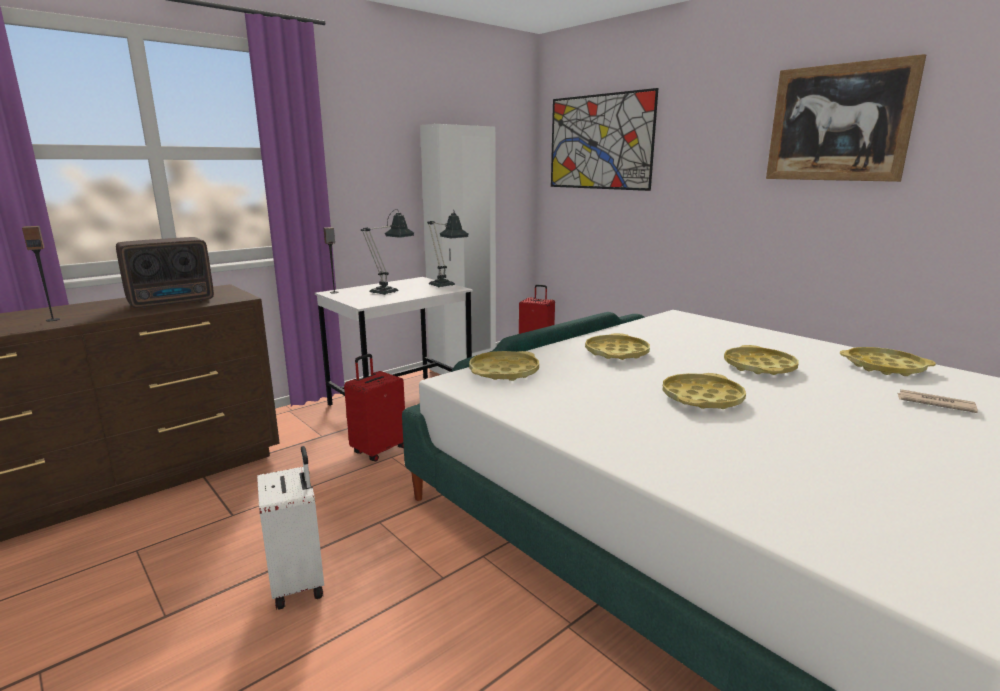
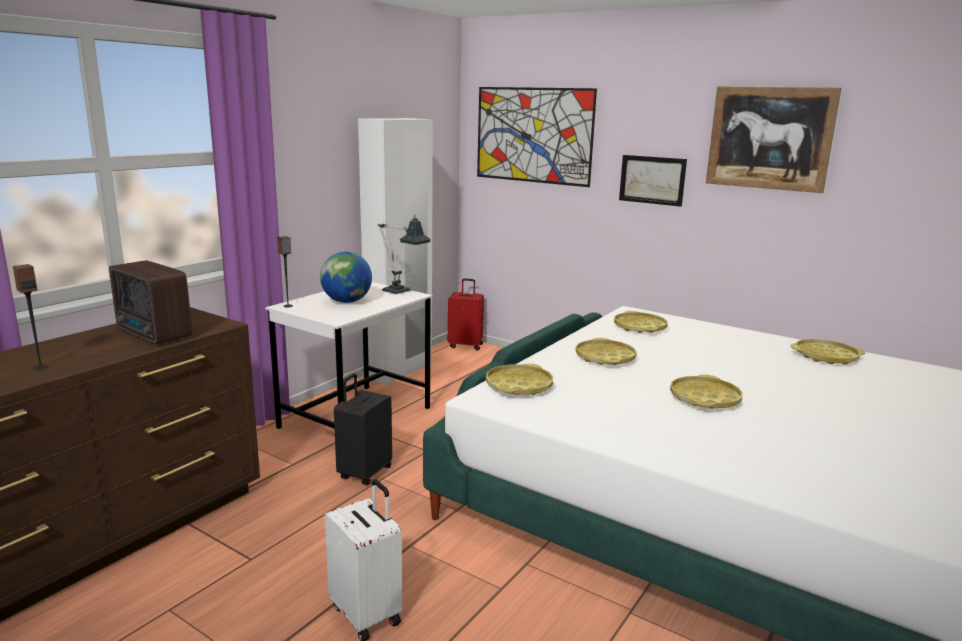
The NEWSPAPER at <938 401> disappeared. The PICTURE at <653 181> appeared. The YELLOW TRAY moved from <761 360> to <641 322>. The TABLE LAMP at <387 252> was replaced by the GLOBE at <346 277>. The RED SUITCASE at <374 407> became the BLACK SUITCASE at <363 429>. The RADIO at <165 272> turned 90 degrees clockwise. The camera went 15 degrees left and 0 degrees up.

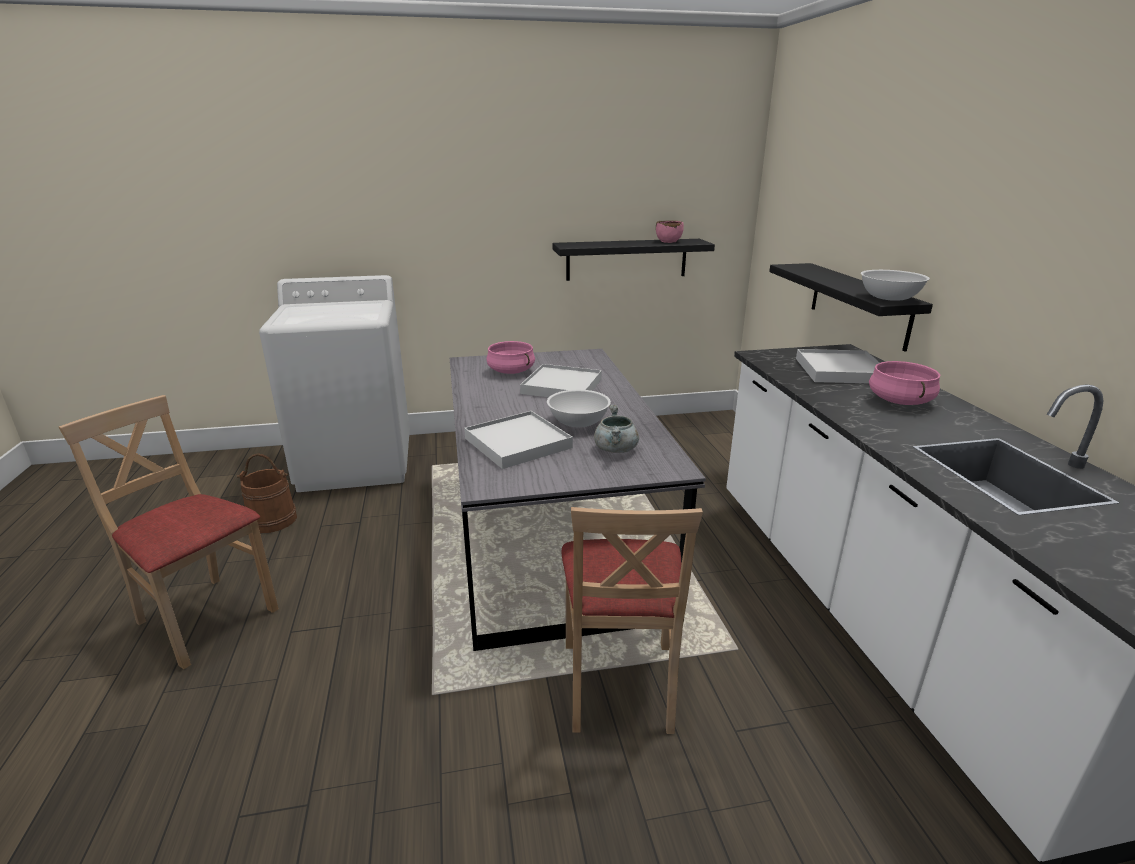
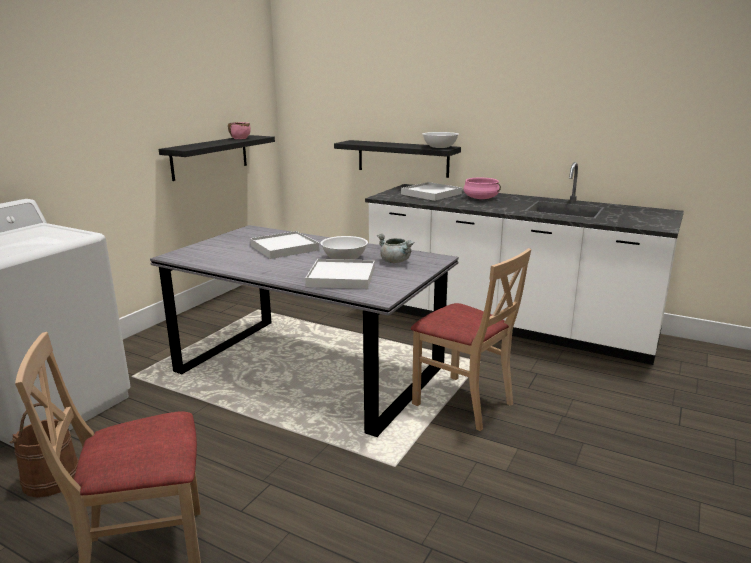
The PINK COOKING POT at <511 357> disappeared. The camera went 50 degrees left and 5 degrees down.

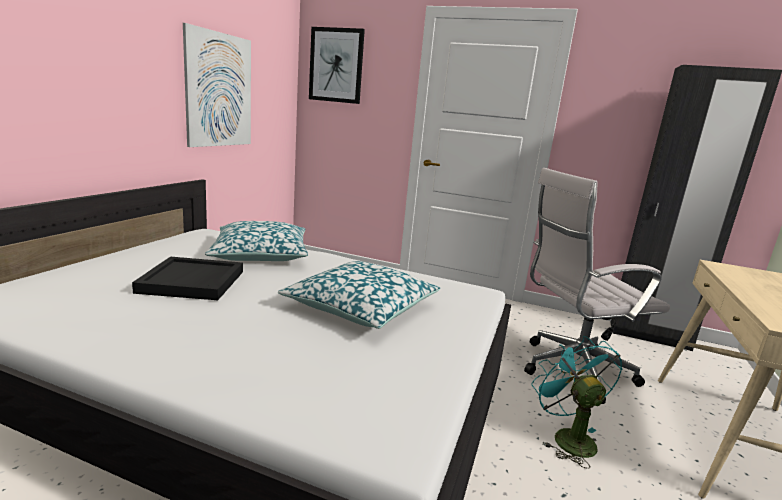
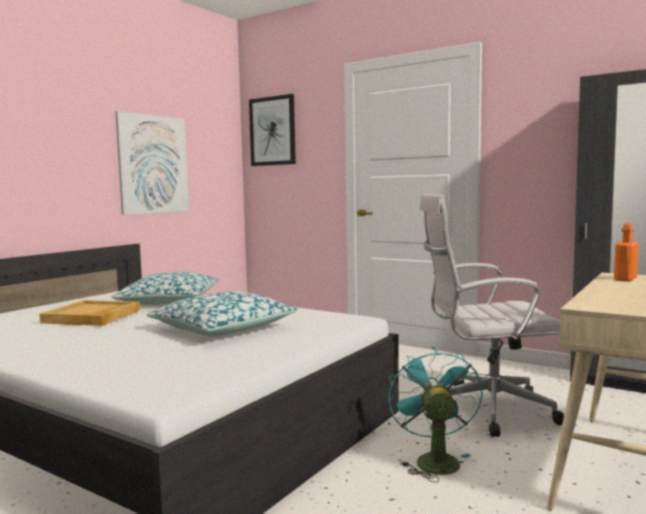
The ORANGE BOTTLE at <626 252> appeared. The BLACK TRAY at <187 278> became the BEIGE TRAY at <90 313>. The camera went 15 degrees right and 10 degrees down.

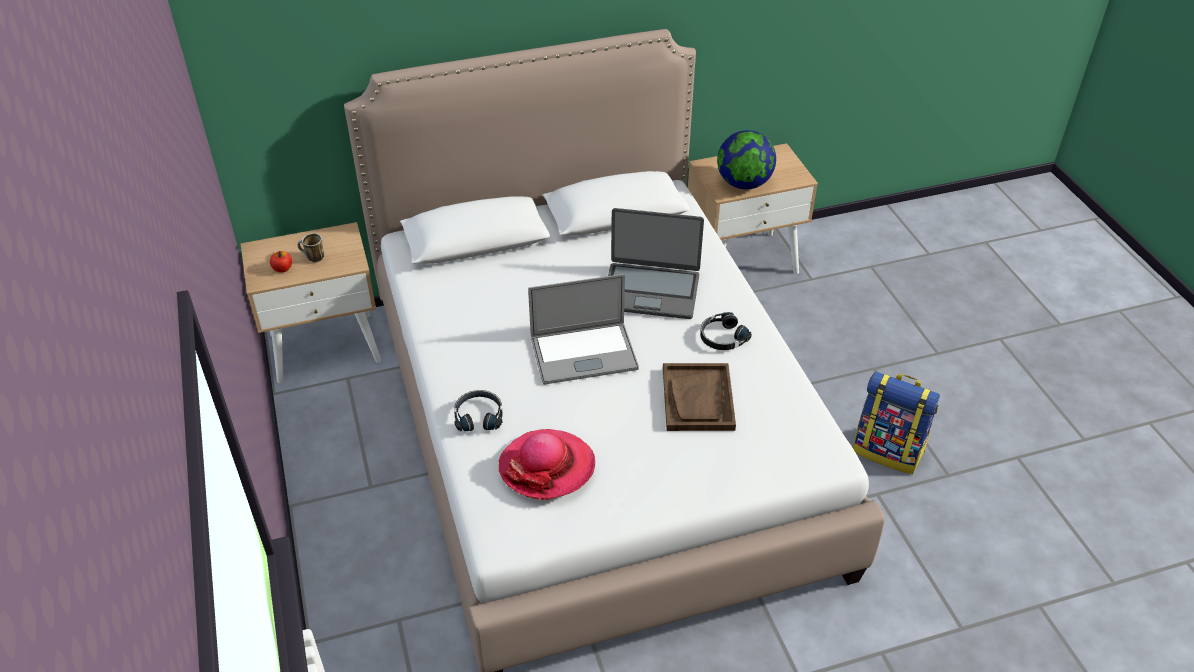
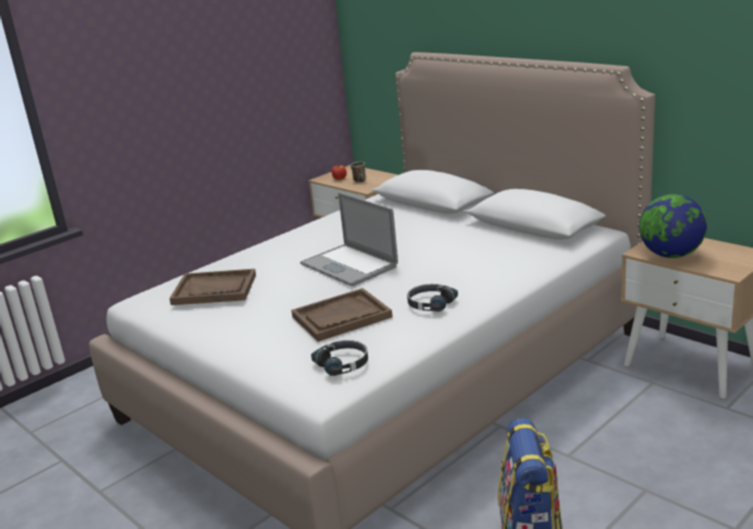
The LAPTOP at <656 263> disappeared. The BLACK HEADPHONES moved from <478 411> to <339 358>. The HAT at <546 465> was replaced by the BROWN TRAY at <212 287>. The camera went 65 degrees right and 20 degrees down.

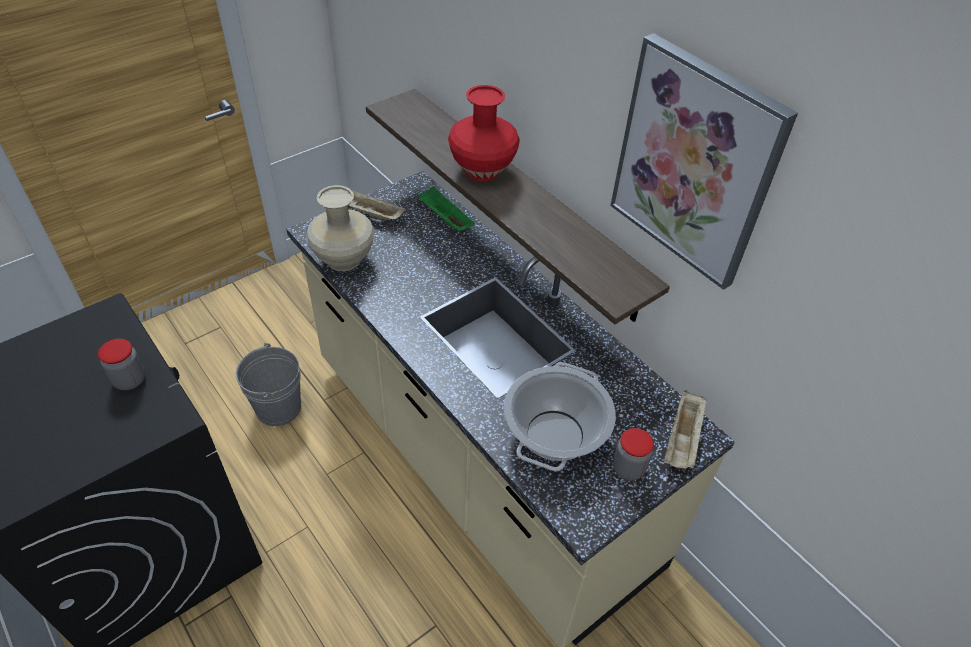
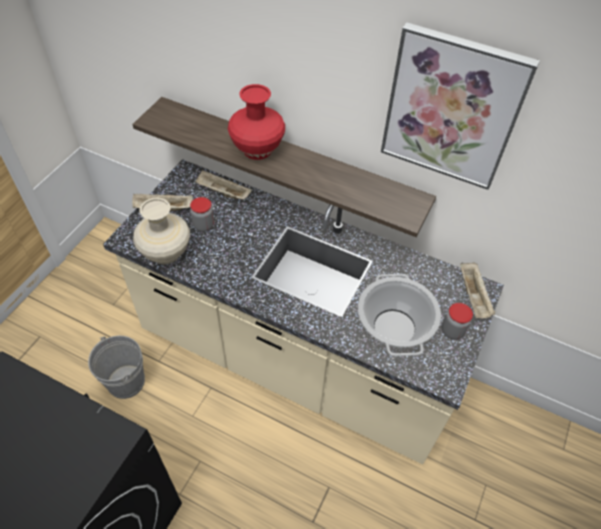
The JAR moved from <121 364> to <202 214>. The GREEN TRAY at <446 208> became the BEIGE TRAY at <223 184>. The camera went 25 degrees left and 5 degrees up.

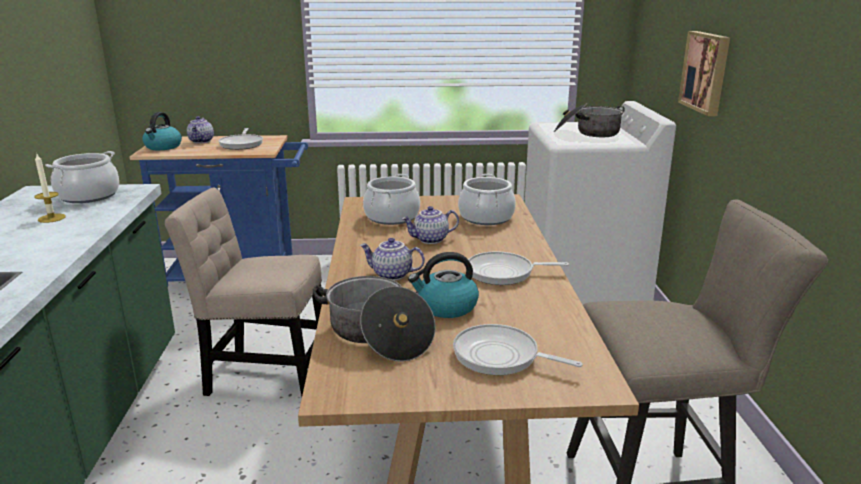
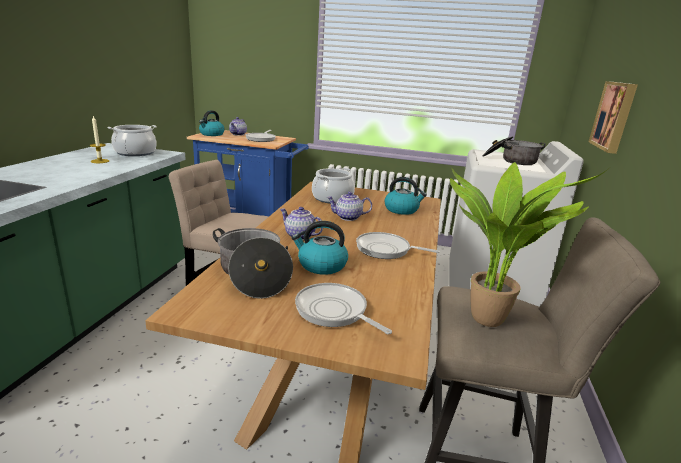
The POTTED PLANT at <529 244> appeared. The COOKING POT at <487 199> was replaced by the KETTLE at <405 196>. The camera went 15 degrees right and 0 degrees up.

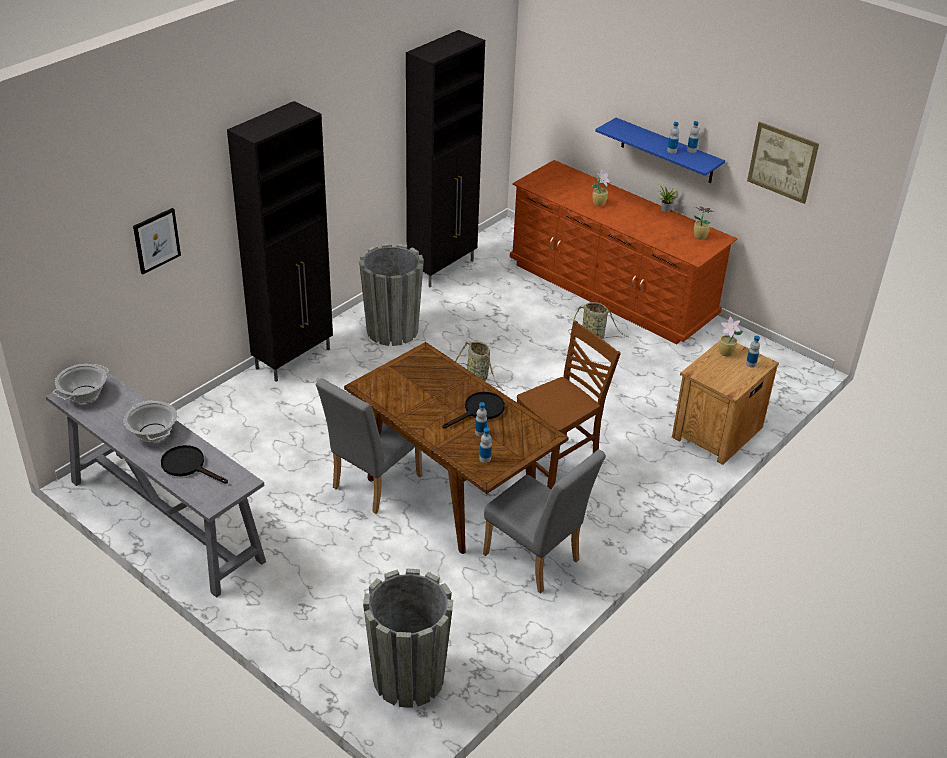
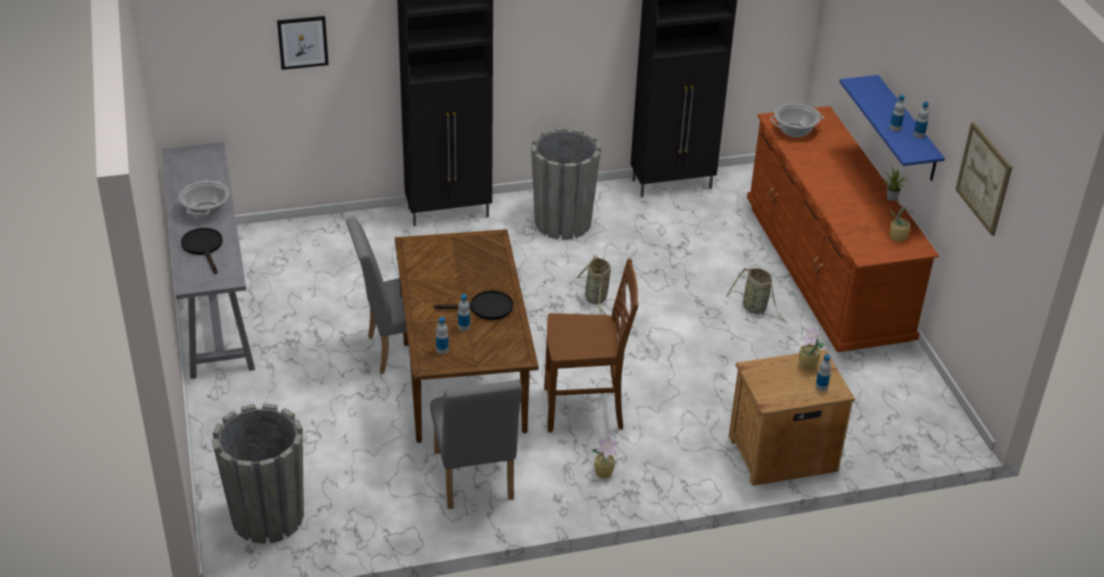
The COOKING POT moved from <81 383> to <797 120>. The POTTED PLANT moved from <601 187> to <606 456>. The camera went 35 degrees right and 0 degrees up.

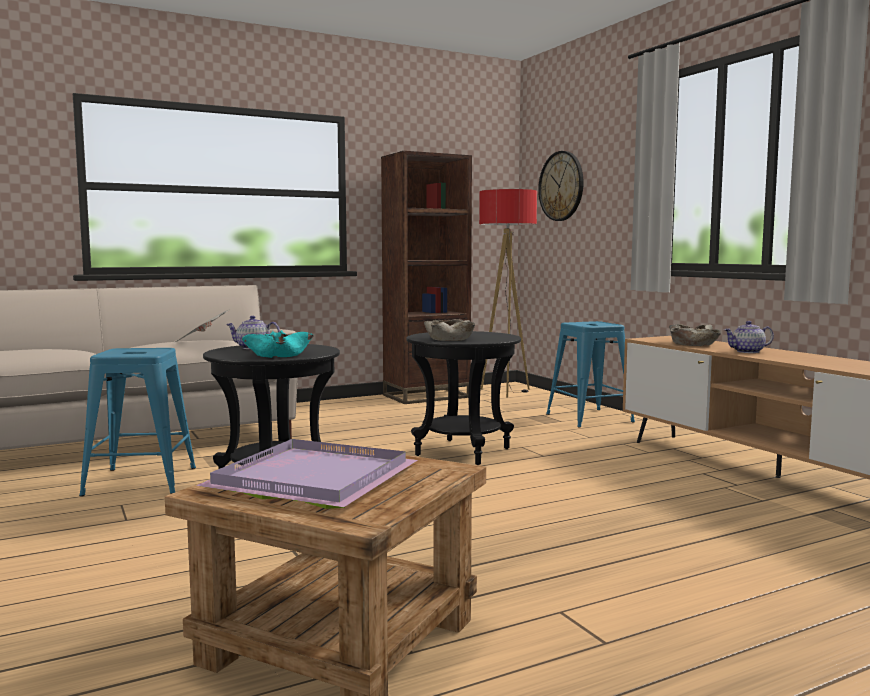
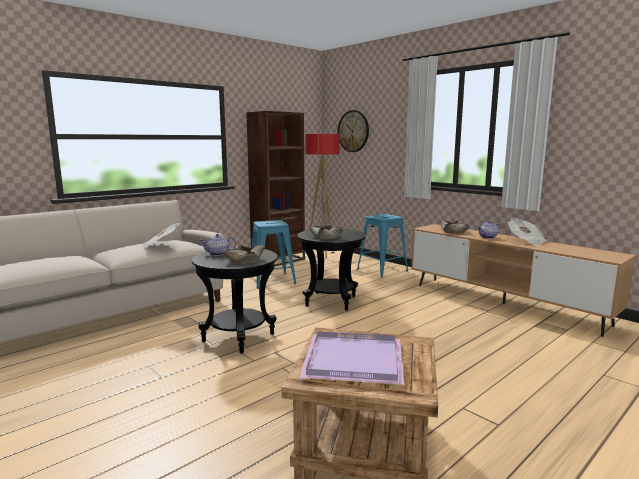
The NEWSPAPER at <527 232> appeared. The BLUE STOOL moved from <137 422> to <274 254>. The TURQUOISE BOWL at <277 344> became the BEIGE BOWL at <243 254>. The camera went 15 degrees left and 5 degrees up.

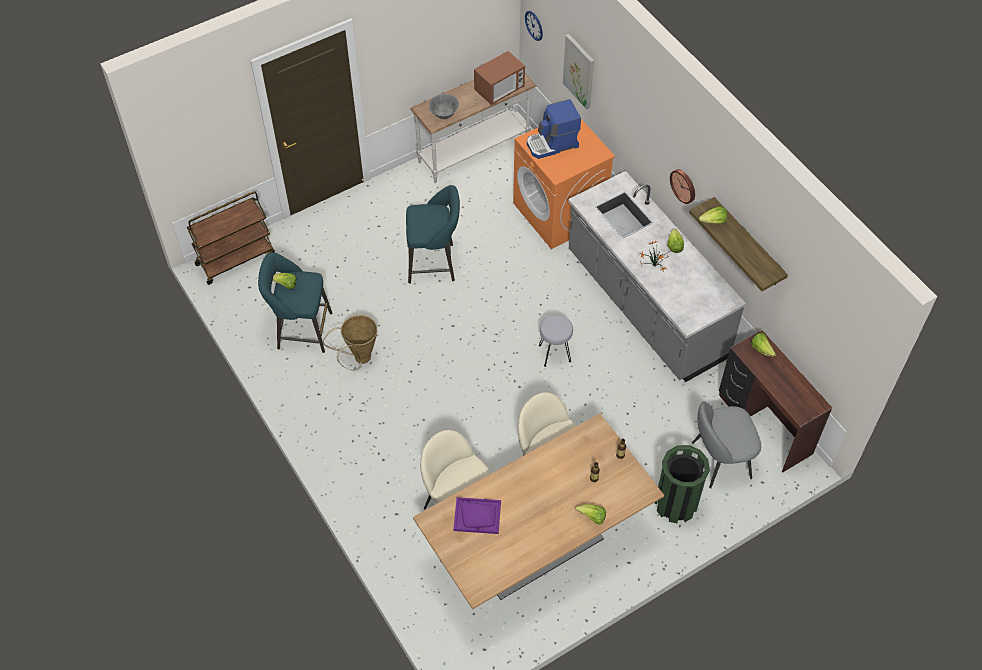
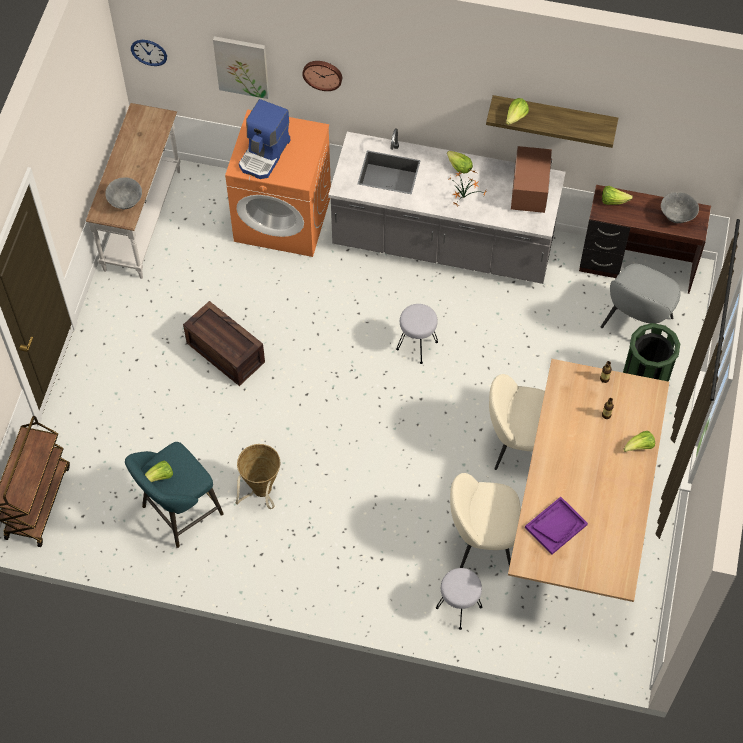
The GREY STOOL at <459 599> appeared. The GREY BOWL at <680 207> appeared. The MICROWAVE moved from <499 78> to <532 179>. The WALL CLOCK moved from <682 186> to <322 76>. The TURQUOISE STOOL at <433 234> was replaced by the CRATE at <224 343>. The camera went 45 degrees left and 5 degrees up.

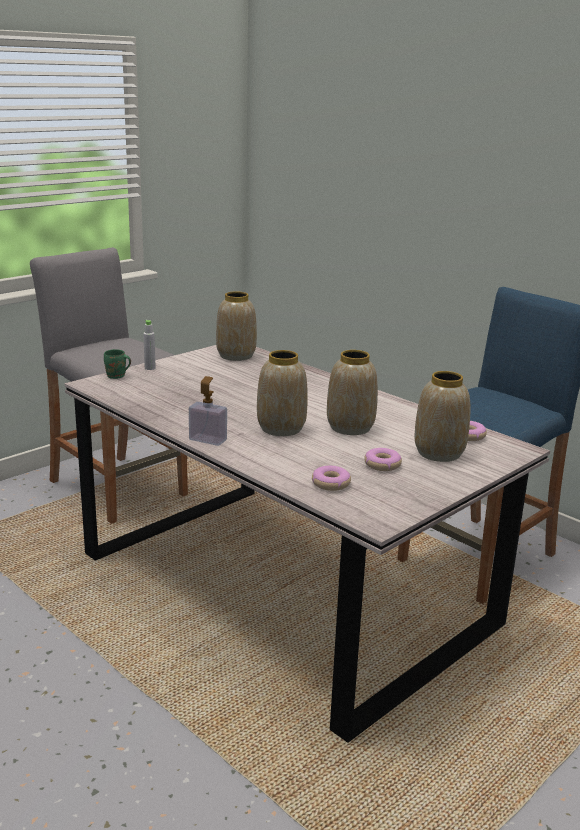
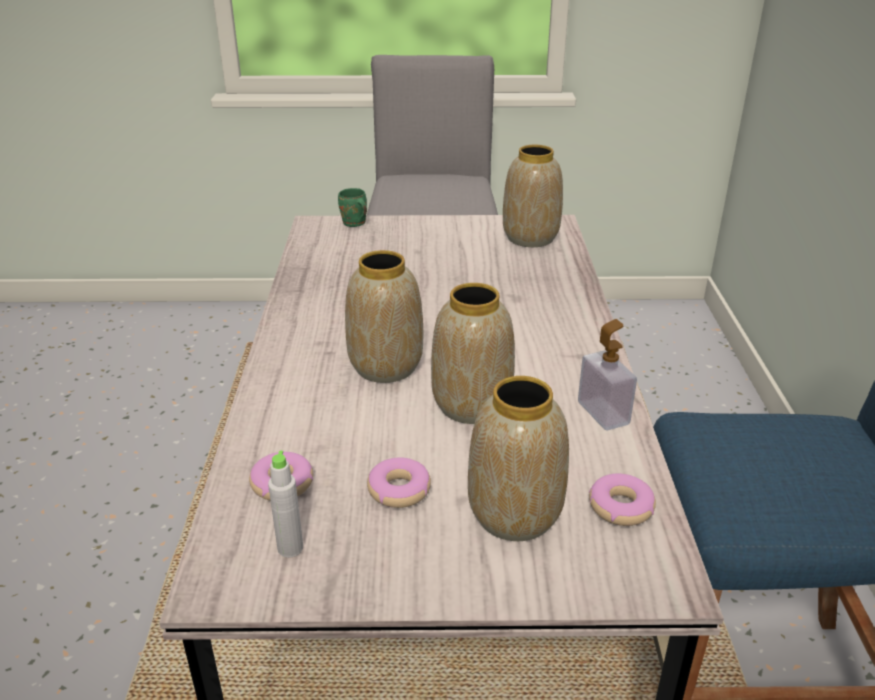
The GREY BOTTLE moved from <149 345> to <285 504>. The SOAP DISPENSER moved from <208 411> to <607 374>. The camera went 45 degrees right and 10 degrees up.

